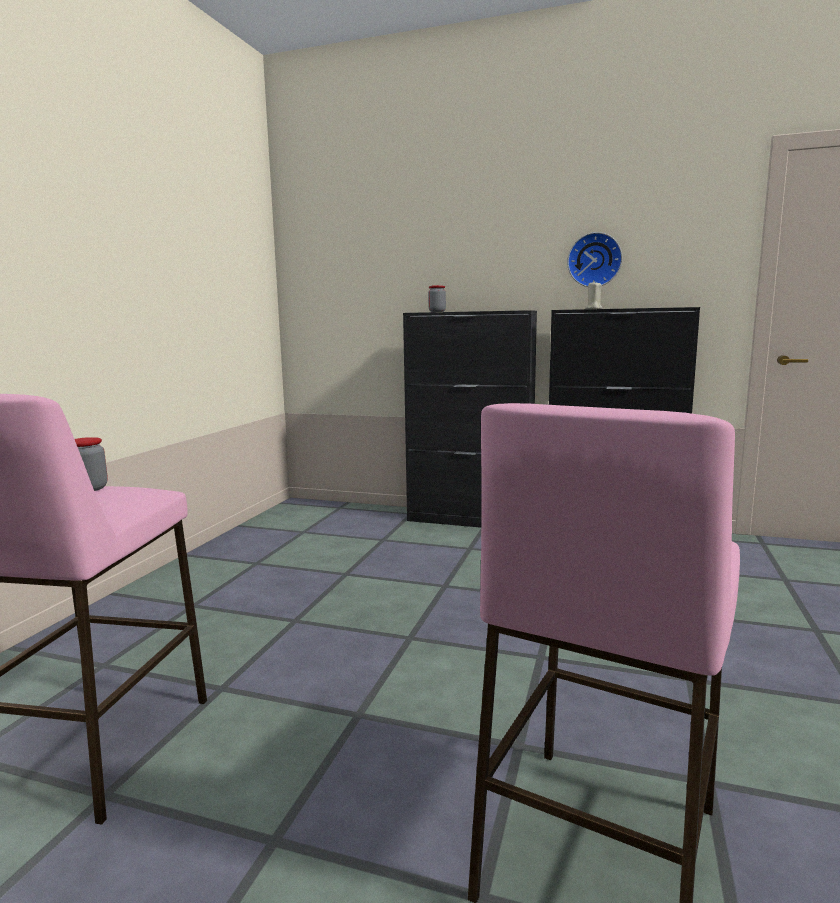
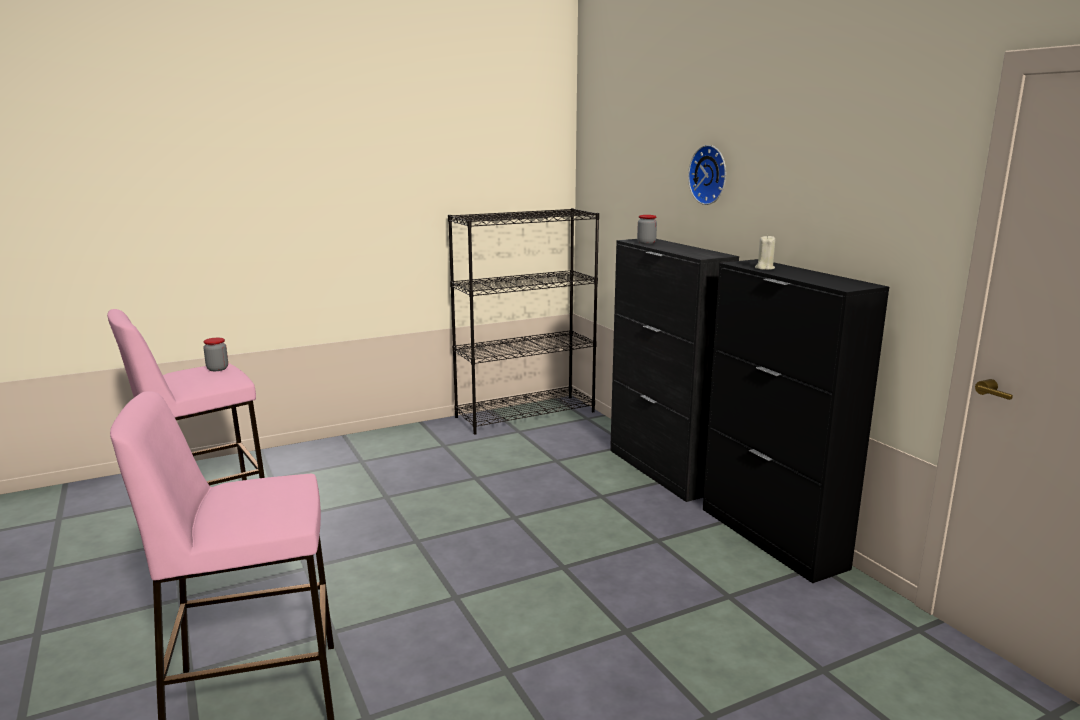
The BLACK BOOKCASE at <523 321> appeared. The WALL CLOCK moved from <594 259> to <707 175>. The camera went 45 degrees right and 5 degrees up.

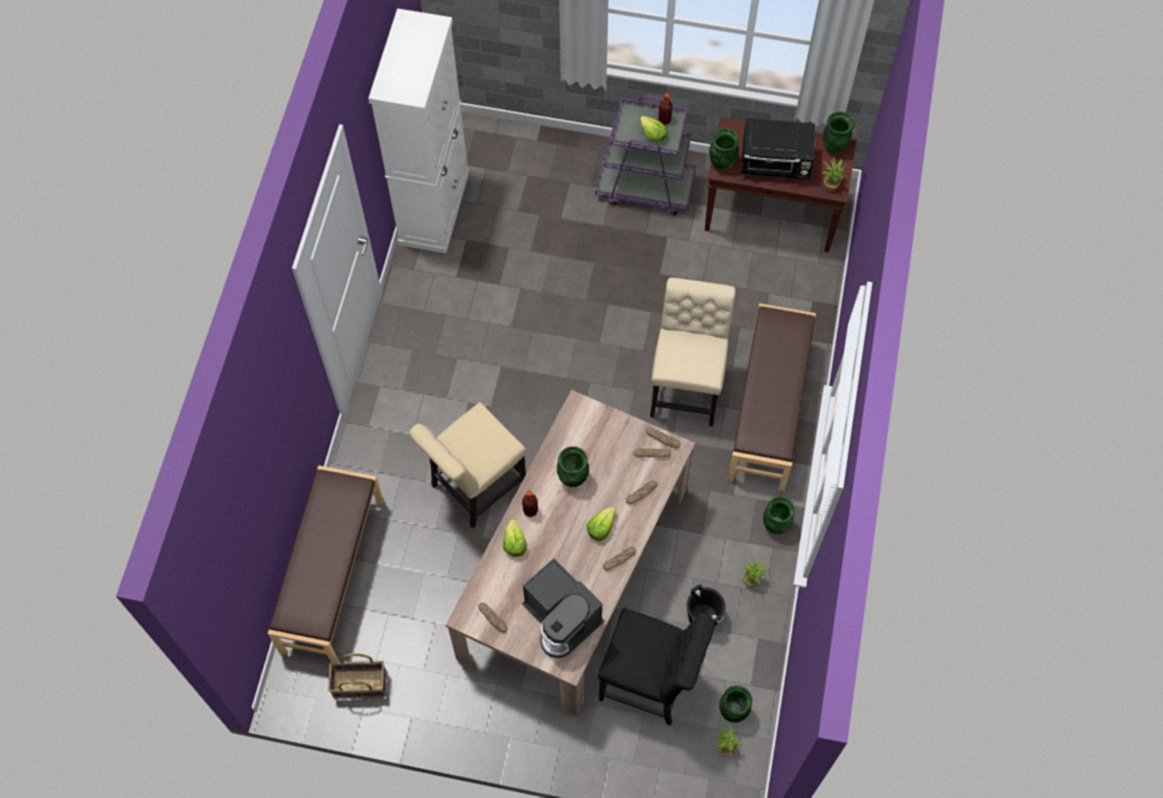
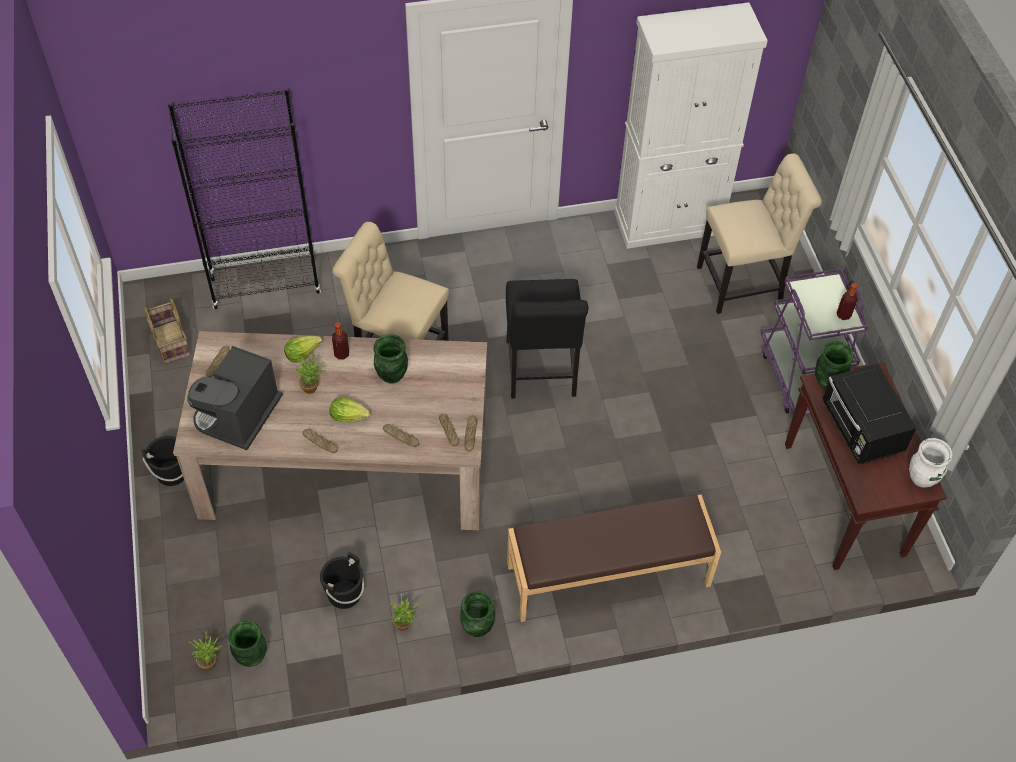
The LETTUCE at <654 129> disappeared. The BLACK BUCKET at <163 461> appeared. The BLACK CHAIR moved from <656 667> to <547 339>. The BEIGE CHAIR moved from <693 351> to <759 233>. The POTTED PLANT moved from <834 174> to <310 374>. The BROWN BENCH at <326 563> was replaced by the BLACK BOOKCASE at <244 199>. The GREEN VASE at <838 132> became the WHITE VASE at <931 462>. The camera went 65 degrees right and 10 degrees down.

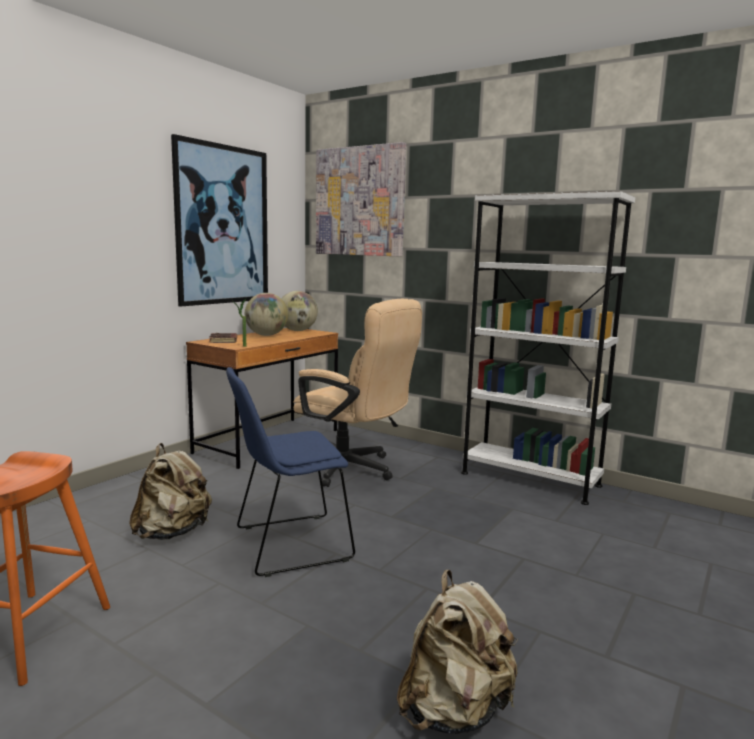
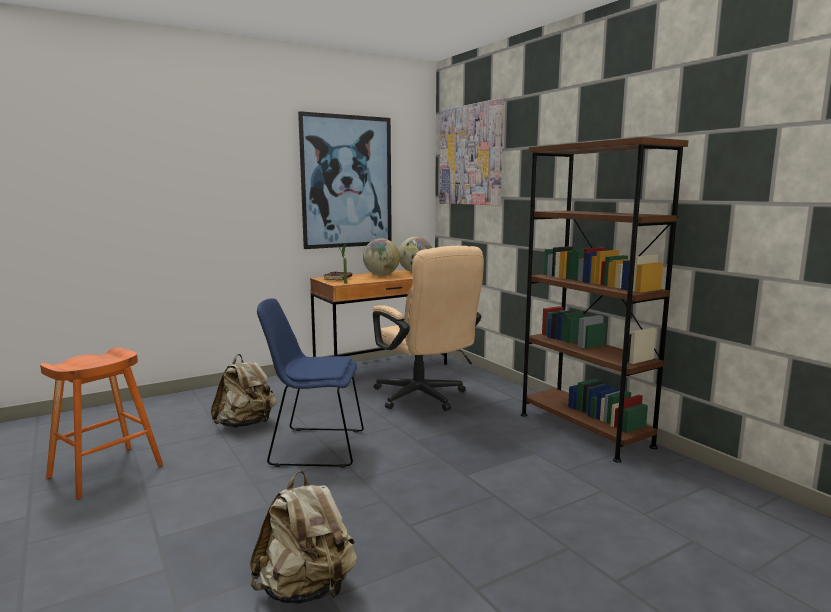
The WHITE BOOKCASE at <548 348> became the BROWN BOOKCASE at <604 300>. The camera went 25 degrees right and 0 degrees up.

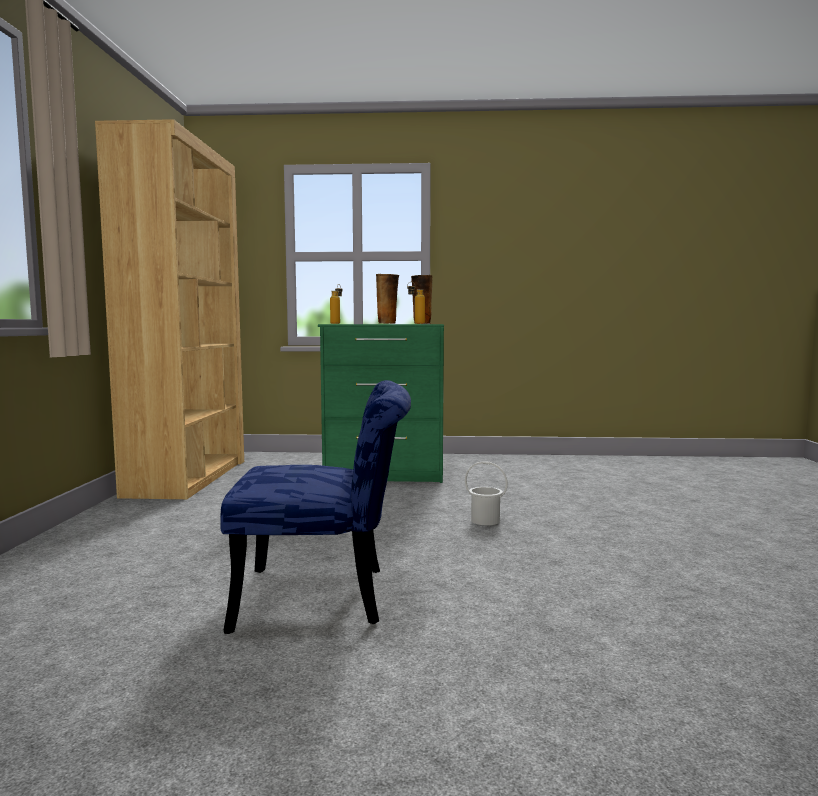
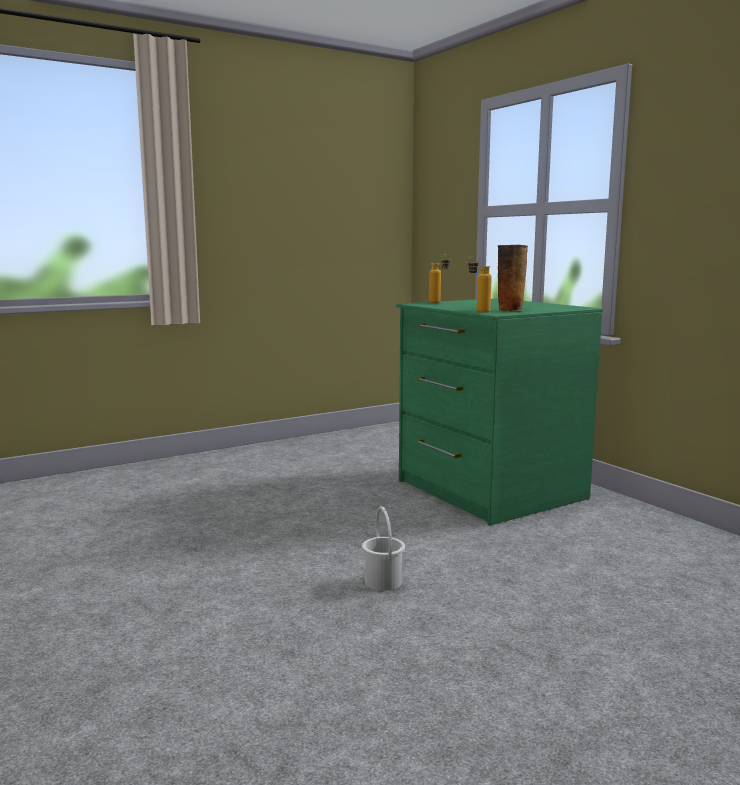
The BROWN BOOKCASE at <169 309> disappeared. The BLUE CHAIR at <315 507> disappeared. The VASE at <387 299> disappeared. The camera went 55 degrees right and 5 degrees up.

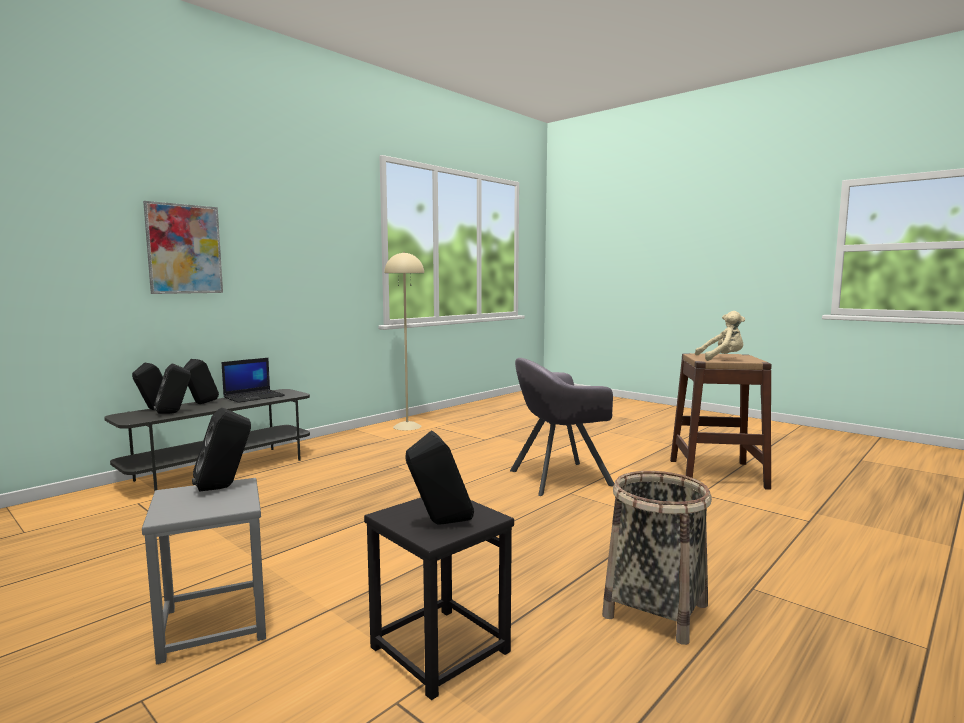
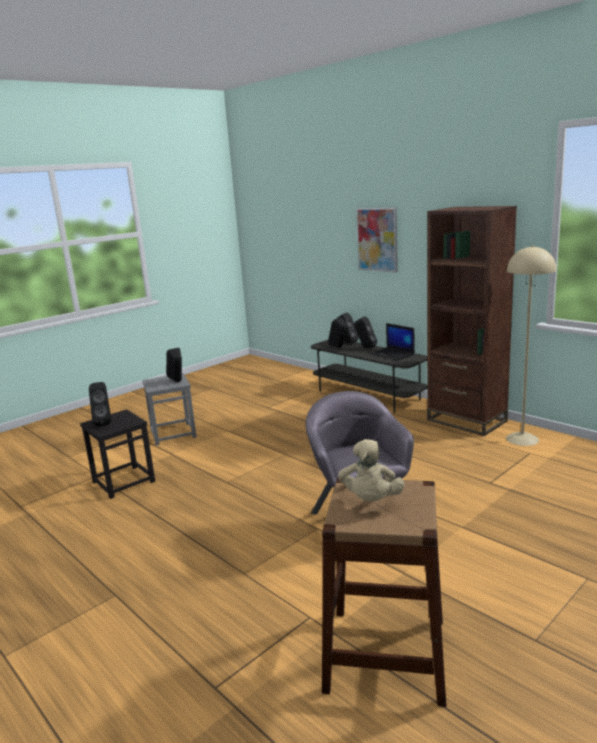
The BASKET at <657 558> disappeared. The BROWN BOOKCASE at <472 321> appeared. The camera went 95 degrees right and 10 degrees up.

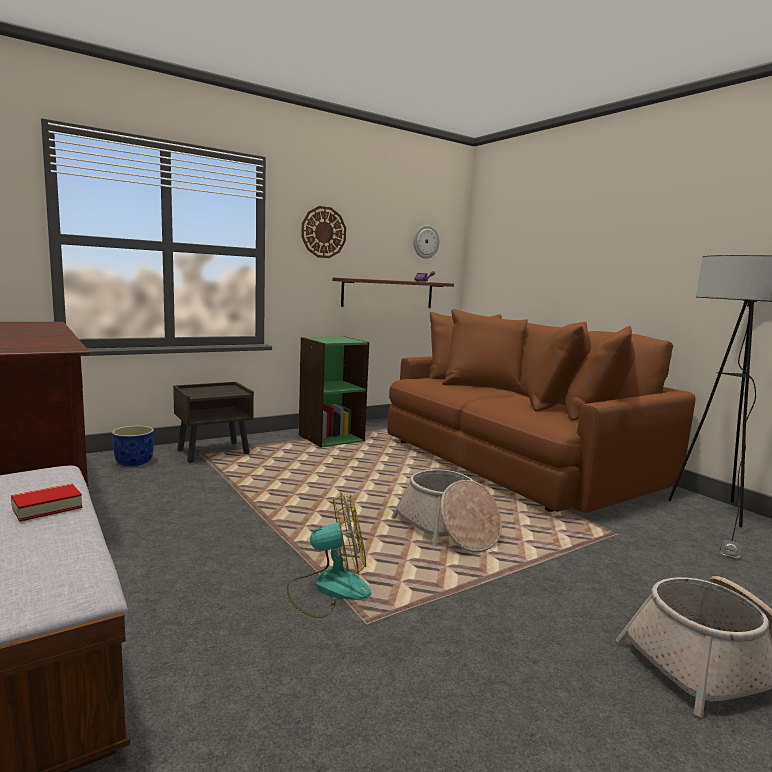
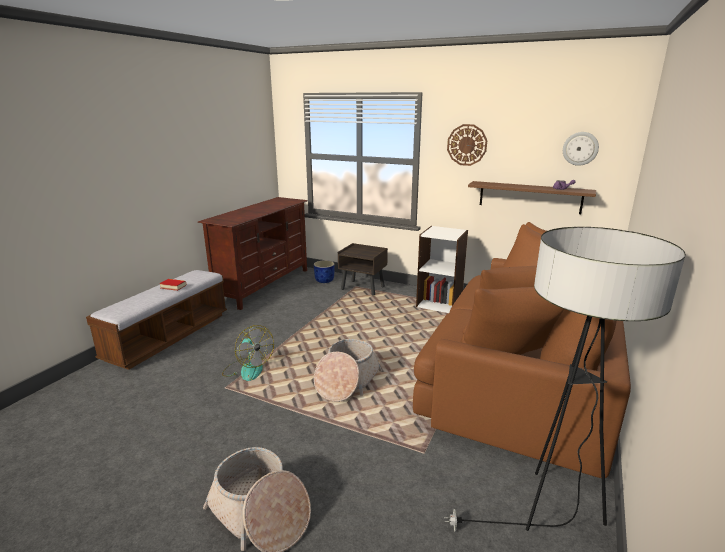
The GREEN BOOKCASE at <334 391> became the WHITE BOOKCASE at <442 269>. The camera went 60 degrees right and 10 degrees up.

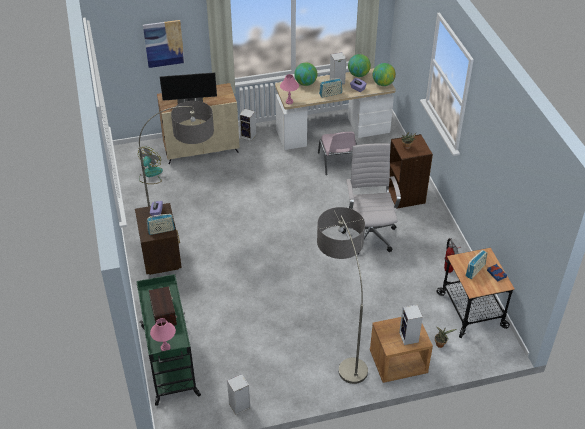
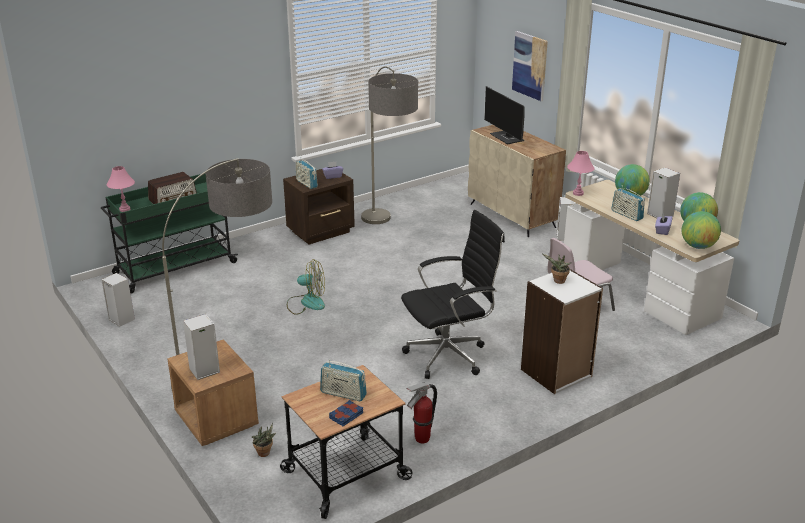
The FAN moved from <150 165> to <306 287>. The WHITE OFFICE CHAIR at <371 199> became the BLACK OFFICE CHAIR at <453 294>. The BROWN BOOKCASE at <411 171> became the WHITE BOOKCASE at <562 331>. The camera went 70 degrees right and 15 degrees down.

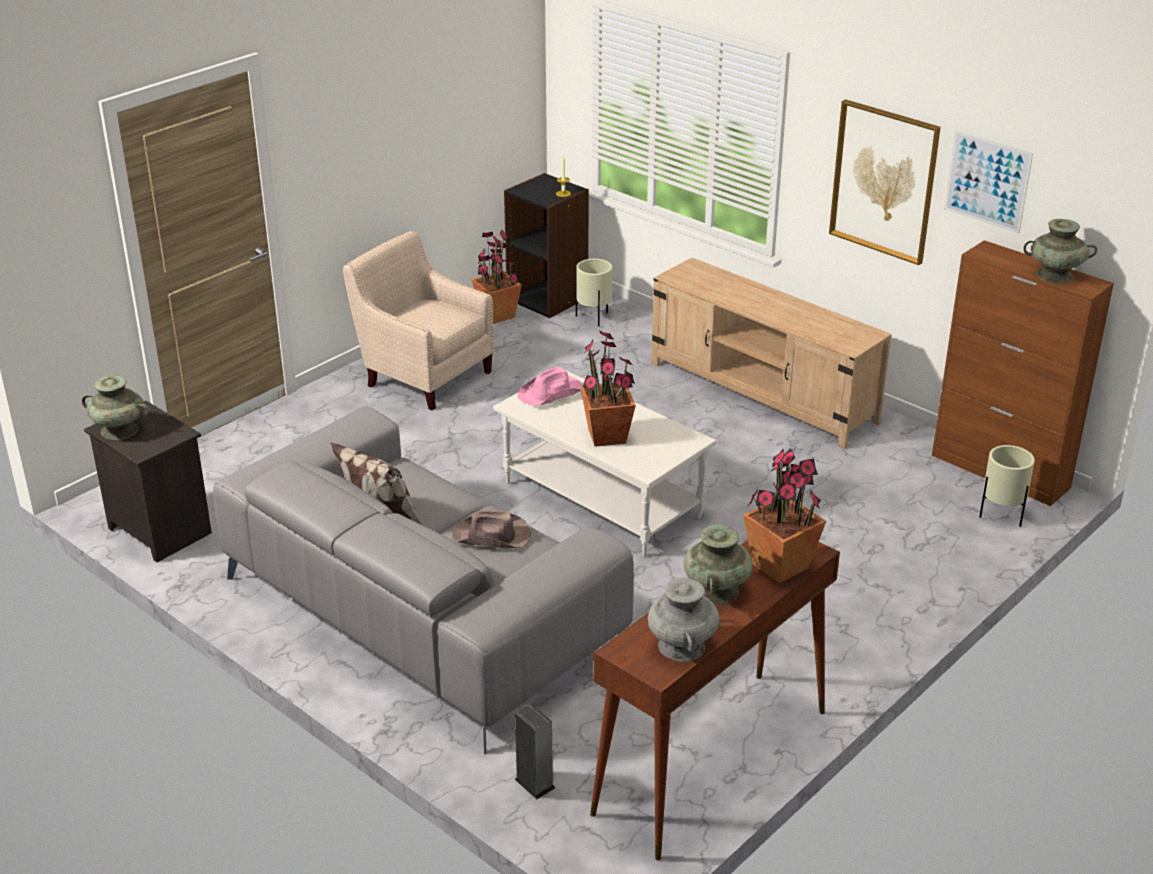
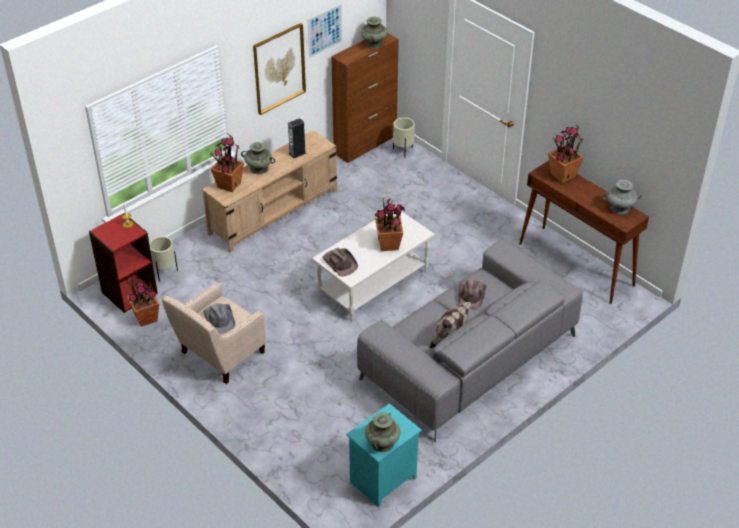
The GREY HAT at <219 318> appeared. The POTTED PLANT at <227 163> appeared. The SPEAKER moved from <535 751> to <297 138>. The TURQUOISE VASE moved from <718 564> to <258 158>. The BLACK NIGHTSTAND at <148 481> became the TURQUOISE NIGHTSTAND at <384 455>. The BLACK BOOKCASE at <546 245> became the RED BOOKCASE at <123 263>. The PINK HAT at <550 386> became the BROWN HAT at <340 262>. The camera went 85 degrees left and 10 degrees up.

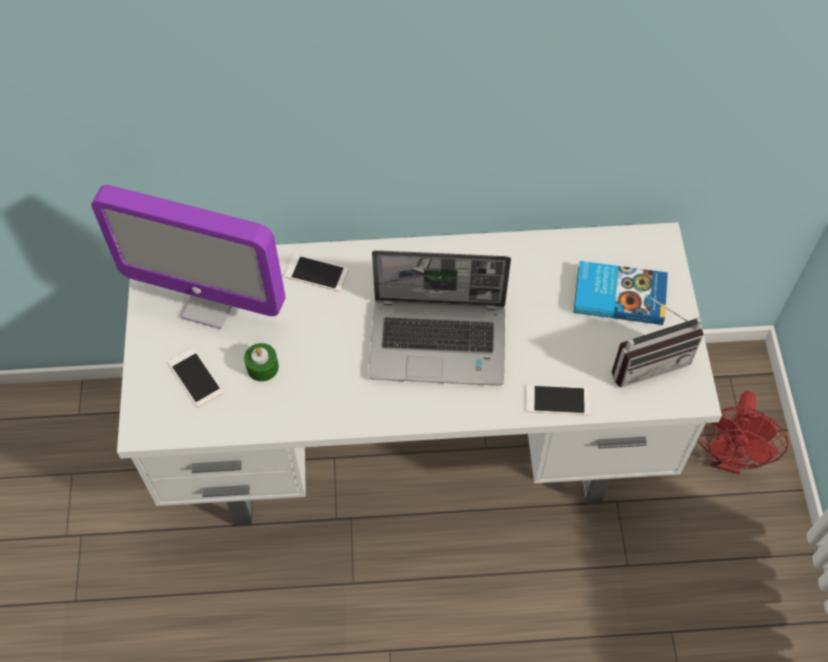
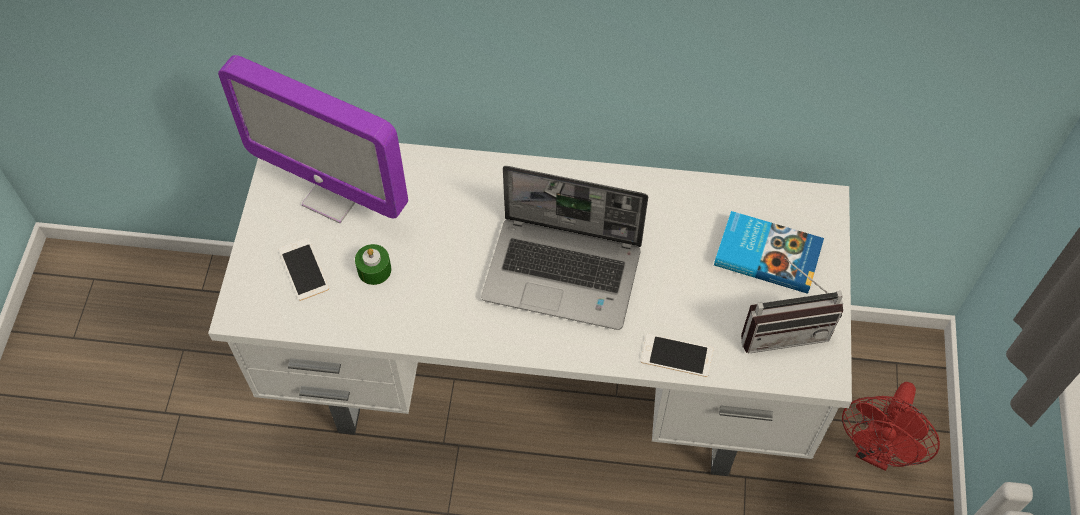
The PHONE at <316 273> disappeared. The camera went 10 degrees right and 0 degrees up.

